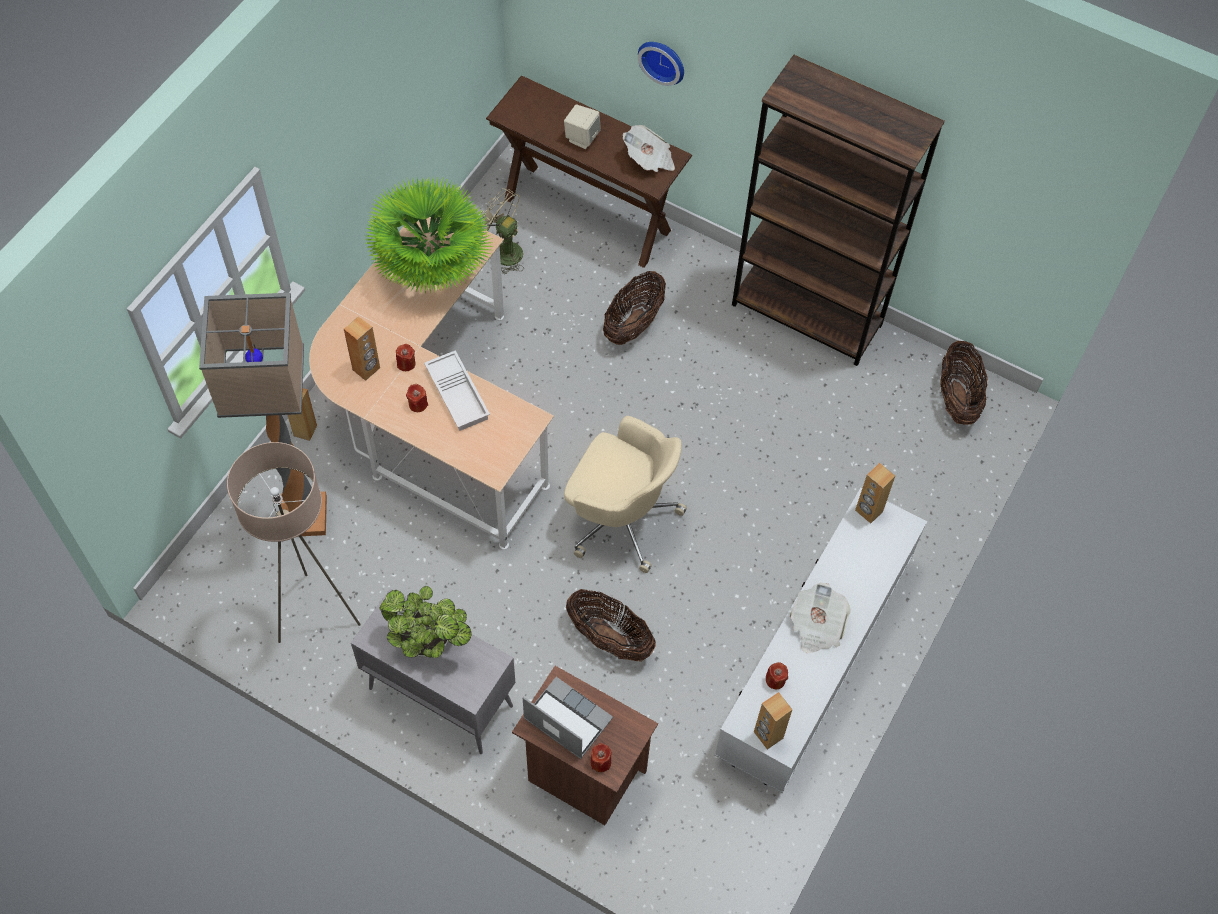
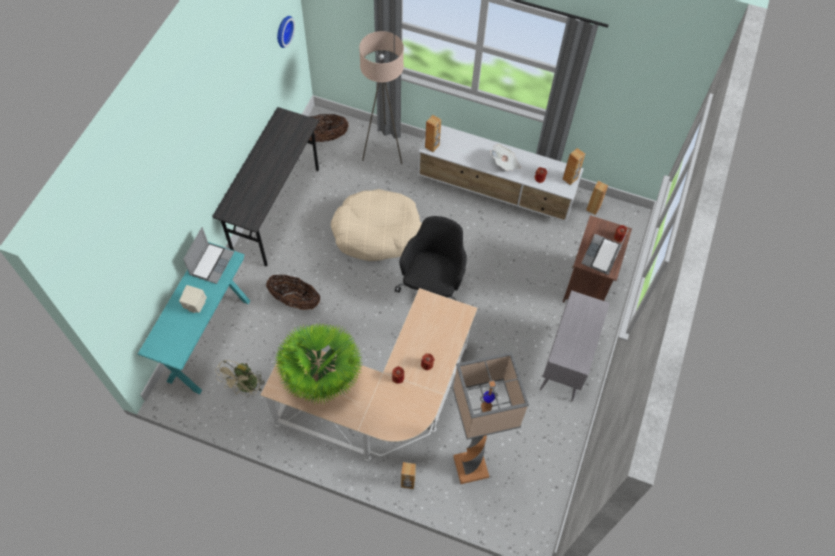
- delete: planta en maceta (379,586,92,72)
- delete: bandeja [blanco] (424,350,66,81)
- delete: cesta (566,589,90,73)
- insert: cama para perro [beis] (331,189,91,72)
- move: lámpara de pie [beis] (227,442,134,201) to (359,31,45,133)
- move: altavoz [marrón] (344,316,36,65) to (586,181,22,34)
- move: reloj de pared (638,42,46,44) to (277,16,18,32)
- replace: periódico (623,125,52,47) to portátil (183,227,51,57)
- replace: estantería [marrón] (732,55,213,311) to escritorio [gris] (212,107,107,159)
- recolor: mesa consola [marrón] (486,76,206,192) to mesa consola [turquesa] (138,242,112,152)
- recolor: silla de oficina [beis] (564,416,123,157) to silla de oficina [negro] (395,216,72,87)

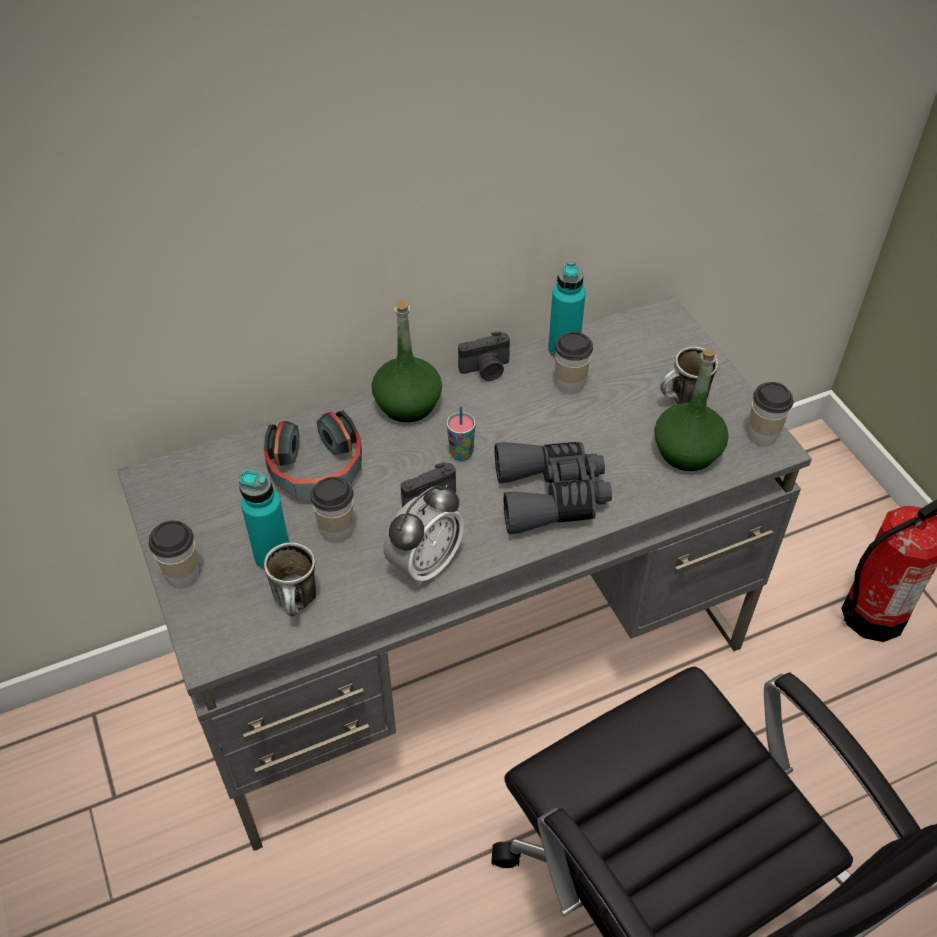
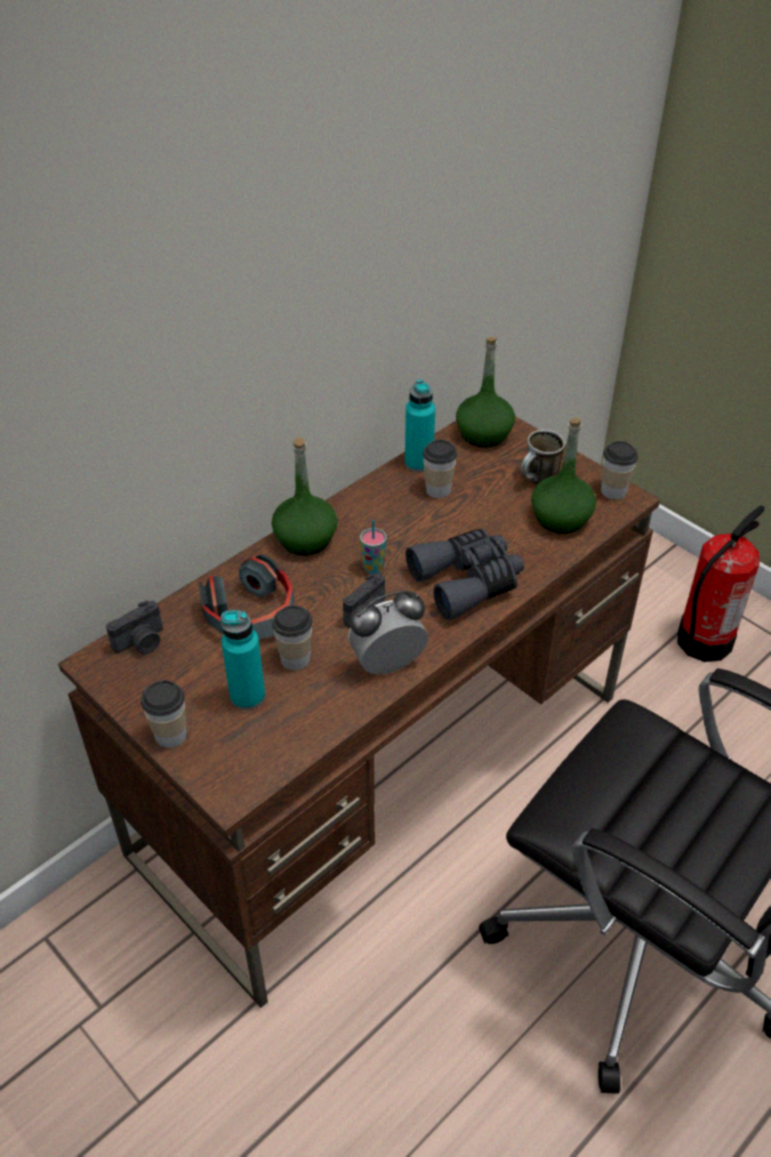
- delete: taza grande (264,543,52,73)
- insert: botella [verde] (456,337,59,111)
- move: cámara (458,331,52,50) to (106,600,57,54)
- recolor: escritorio [gris] (117,295,695,556) to escritorio [marrón] (58,416,602,592)
- rotate: despertador (383,485,81,101) = (348,591,80,83) 135 degrees counterclockwise

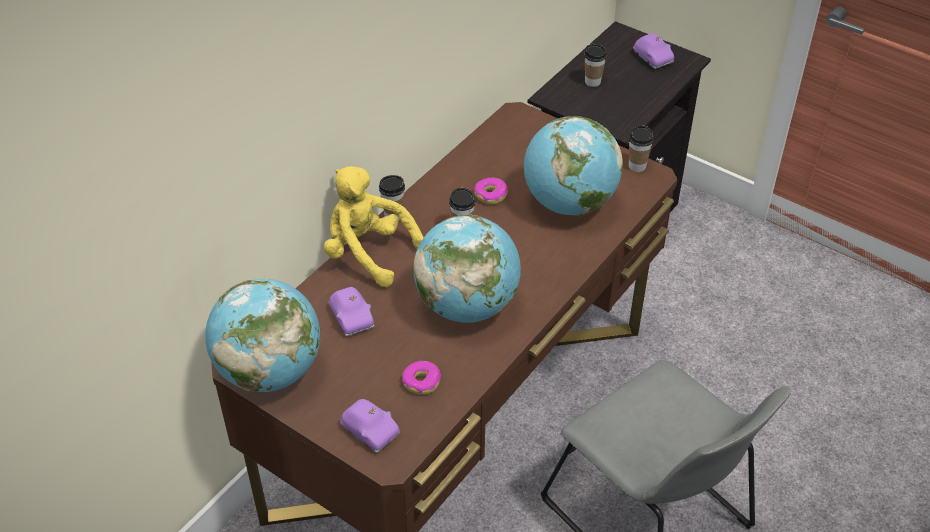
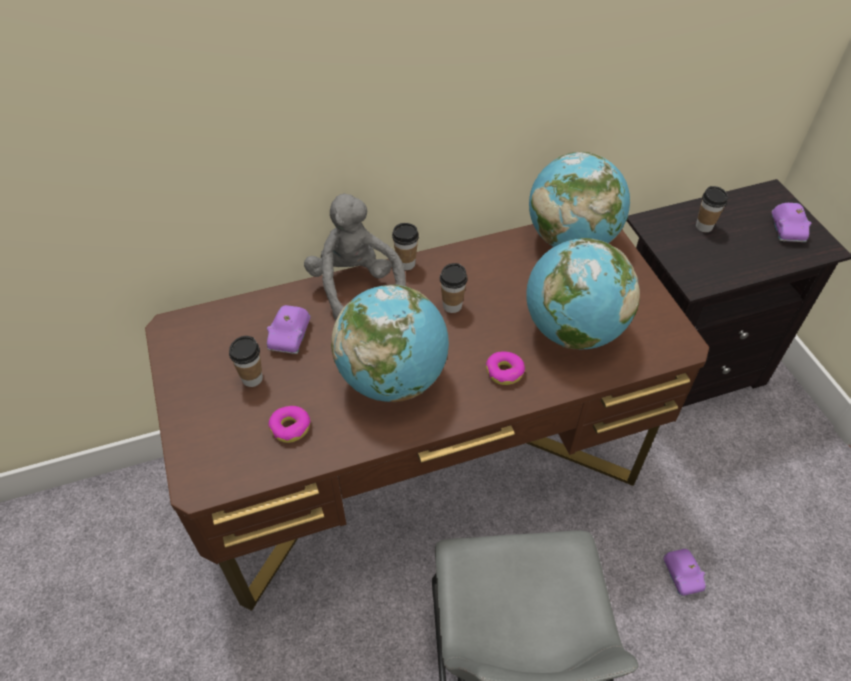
- move: globo terráqueo (205,279,115,113) to (529,152,101,95)
- move: coche de juguete [morado] (340,399,60,54) to (663,549,43,47)
- move: rosquilla (474,178,34,26) to (486,352,39,33)
- move: taza (629,125,25,47) to (229,336,34,51)
- recolor: peluche [amarillo] (324,166,100,121) to peluche [gris] (304,193,102,128)

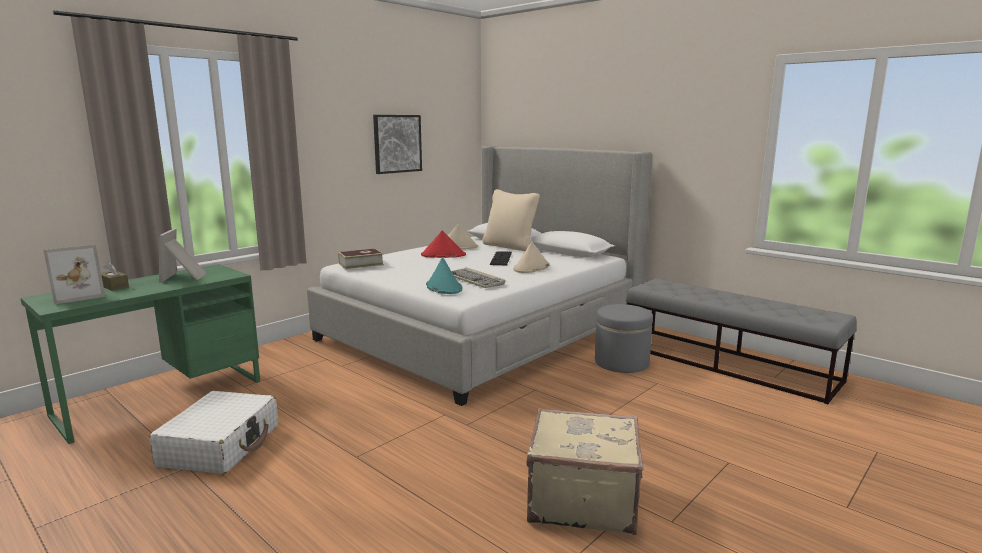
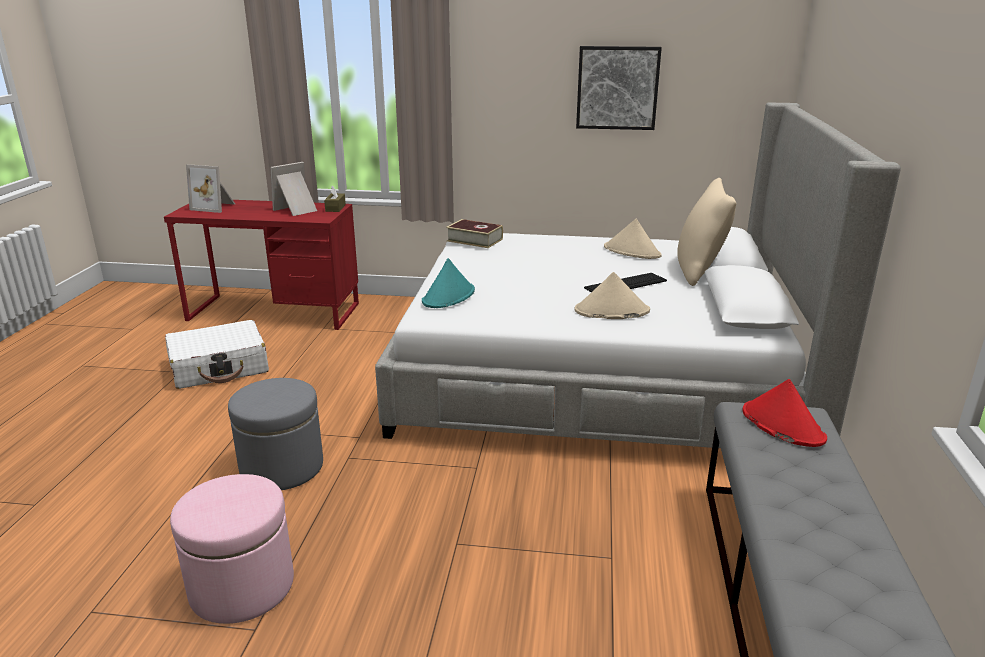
- delete: teclado (451,268,54,20)
- move: caja de pañuelos [marrón] (101,262,28,29) to (324,185,22,27)
- move: sombrero [rojo] (421,231,45,27) to (743,379,84,68)
- move: puf [gris] (595,304,58,69) to (228,378,95,112)
- replace: maleta [beis] (526,408,117,127) to puf [rosa] (170,474,124,150)
- recolor: escritorio [verde] (20,264,240,180) to escritorio [rojo] (164,200,195,130)

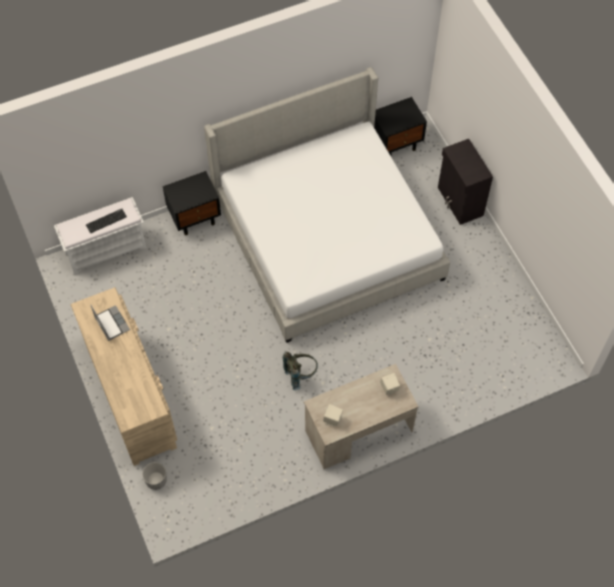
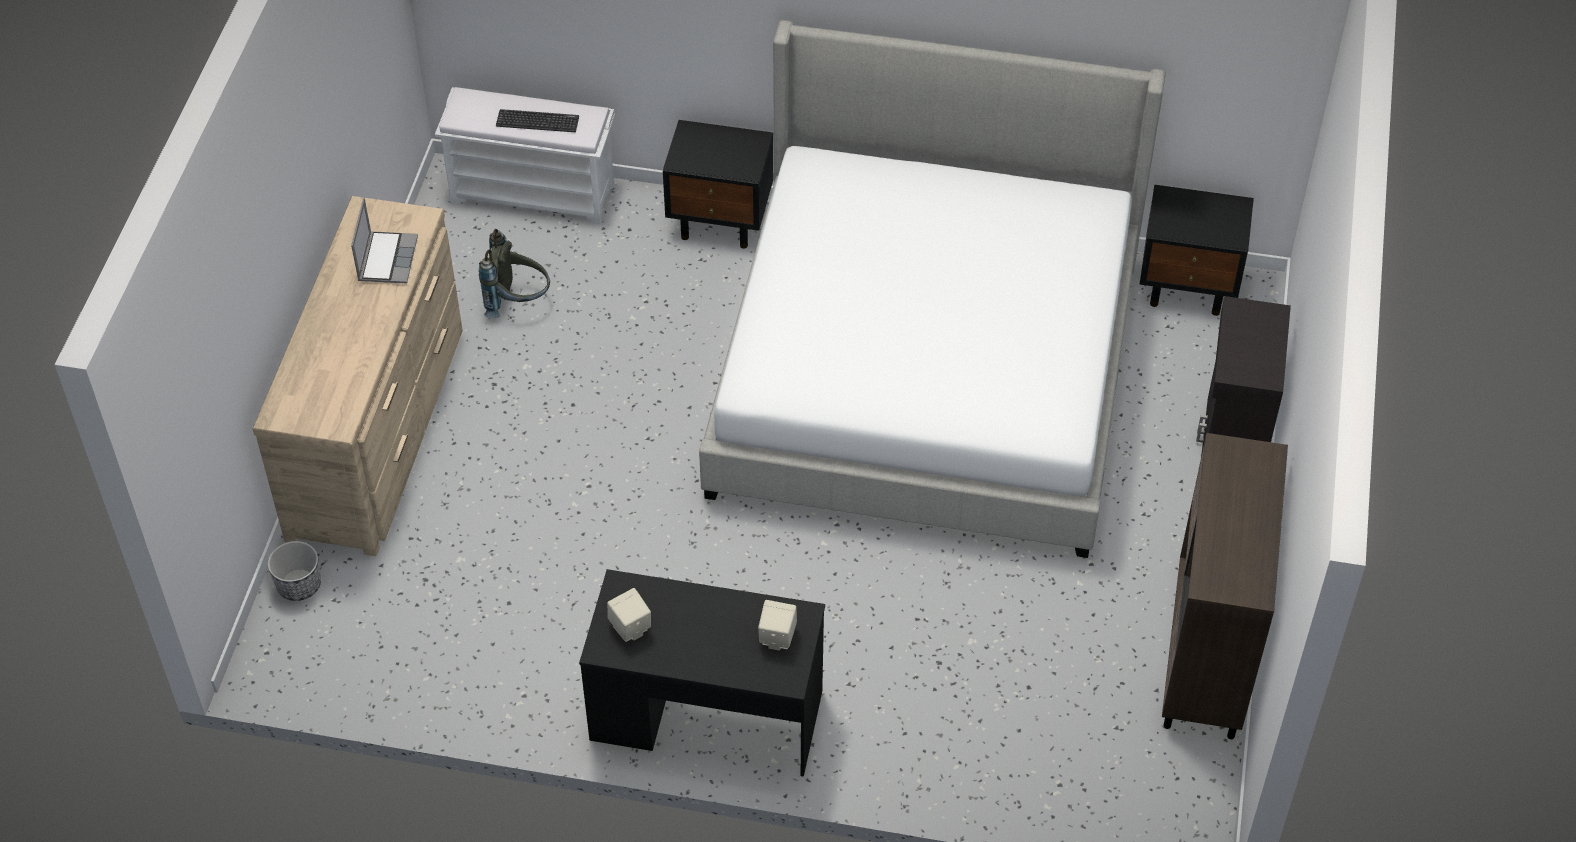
- insert: armario [marrón] (1162,433,126,306)
- move: mochila [gris] (283,352,35,39) to (479,229,71,89)
- recolor: escritorio [beis] (304,364,115,105) to escritorio [negro] (579,569,246,208)

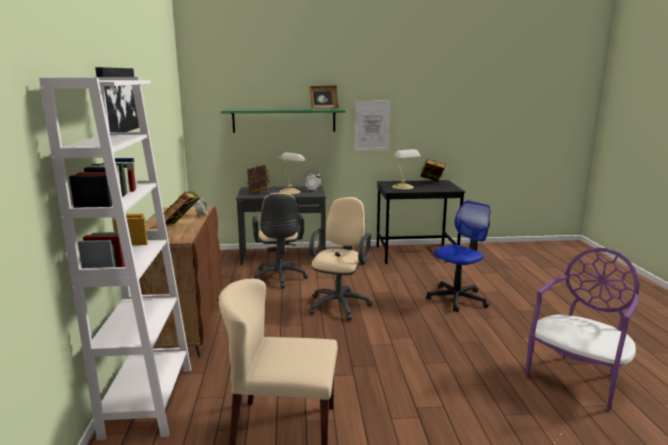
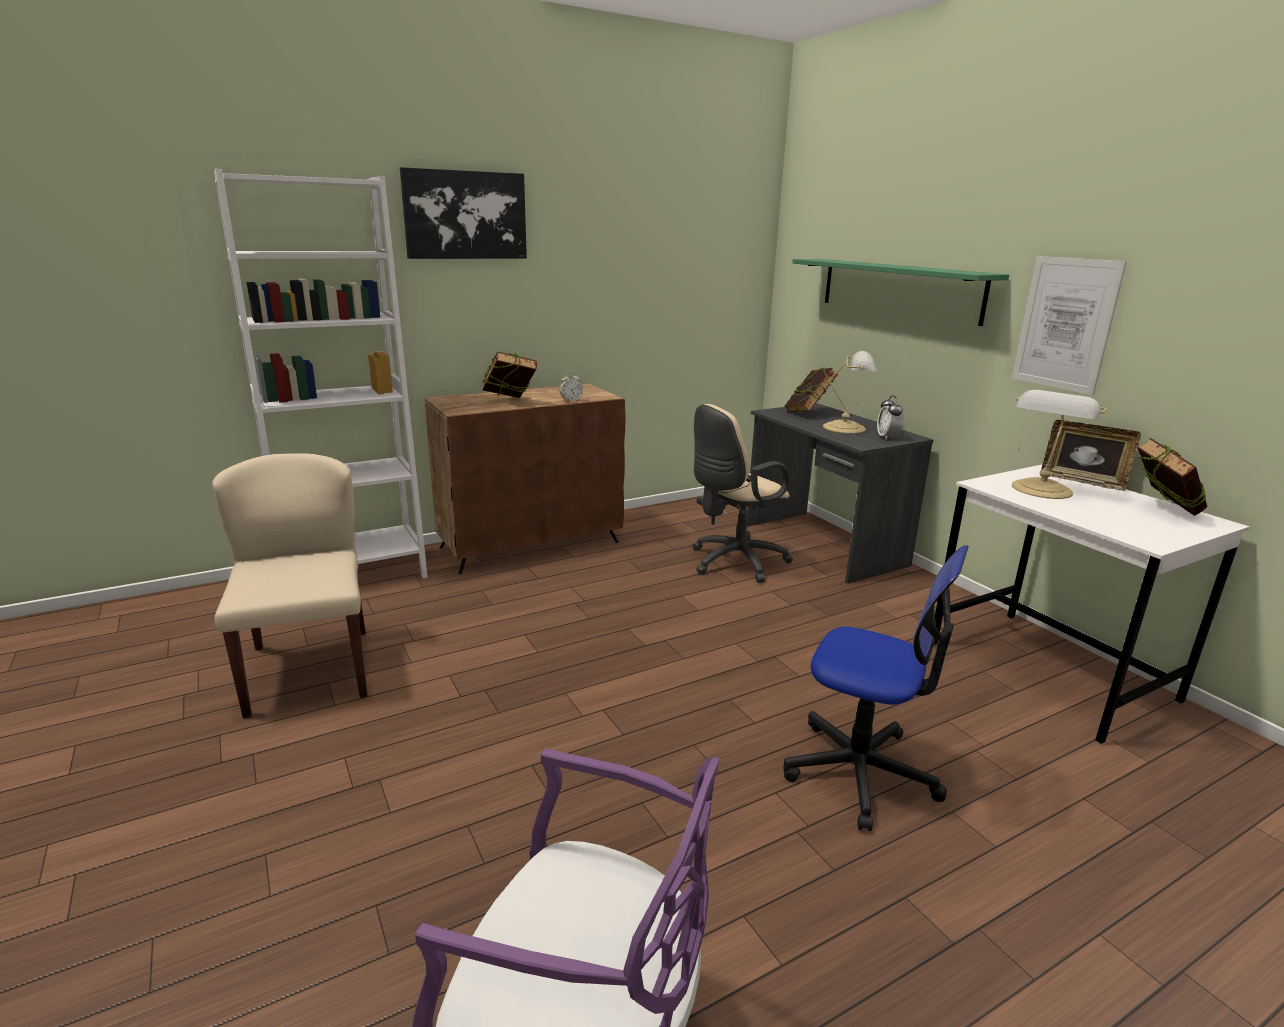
- delete: silla de oficina [beis] (308,197,64,124)
- move: portarretratos (310,86,29,24) to (1041,420,100,71)
- recolor: escritorio [negro] (377,180,88,84) to escritorio [blanco] (934,465,316,279)

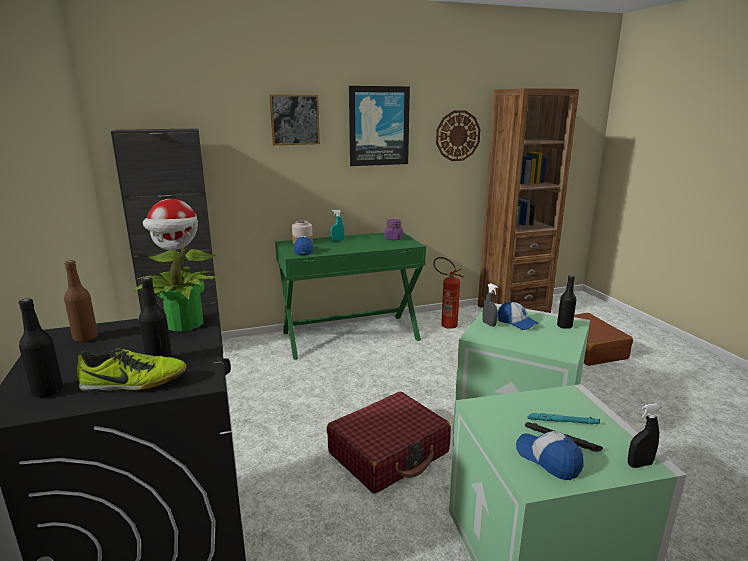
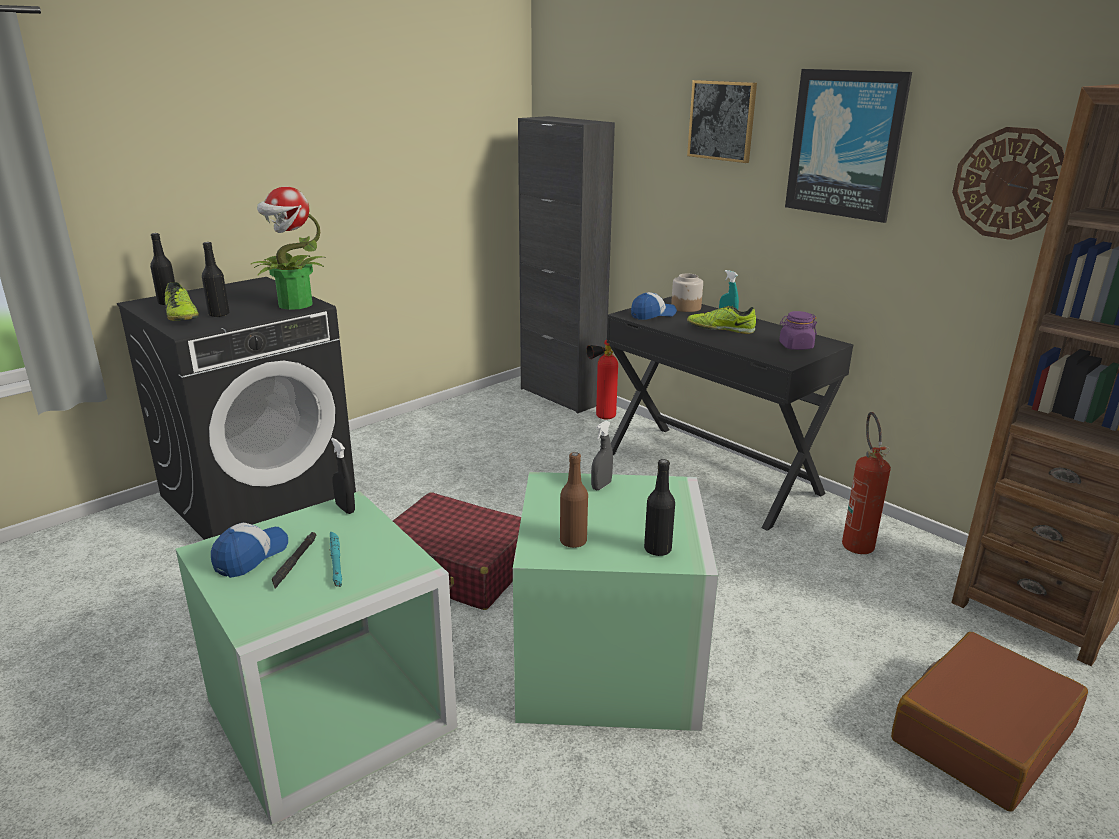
- delete: gorra (498,301,40,29)
- insert: extintor (586,340,32,79)
- insert: zapato (687,306,69,28)
- move: botella [marrón] (64,260,34,82) to (560,452,28,96)
- move: pulverizador [negro] (628,403,33,65) to (331,438,24,76)
- recolor: escritorio [verde] (275,232,151,128) to escritorio [negro] (607,296,246,235)

